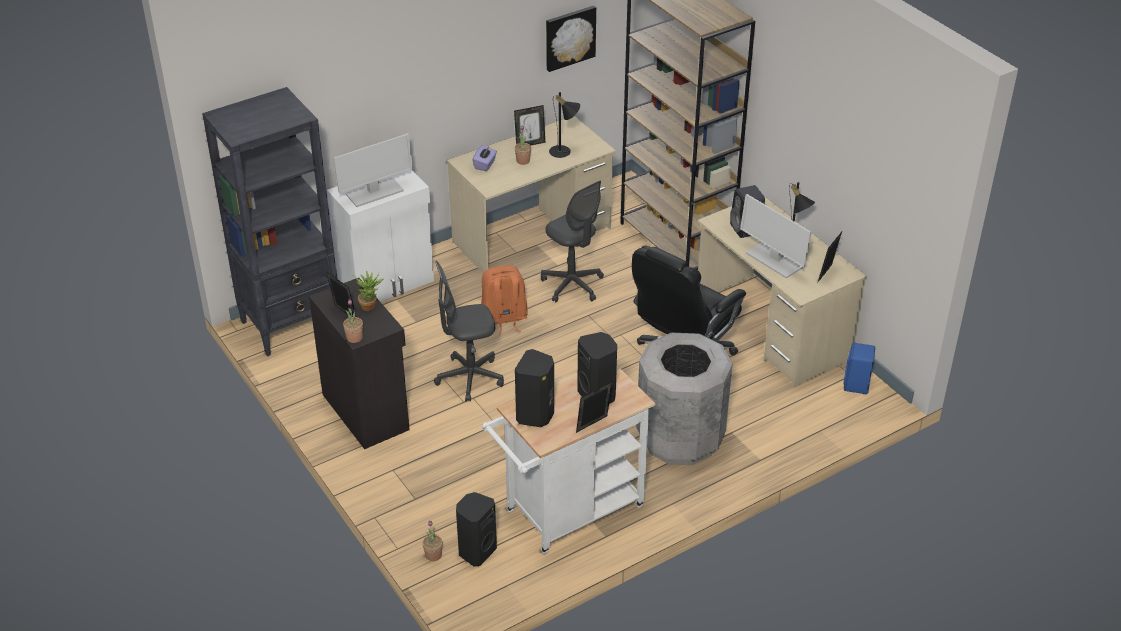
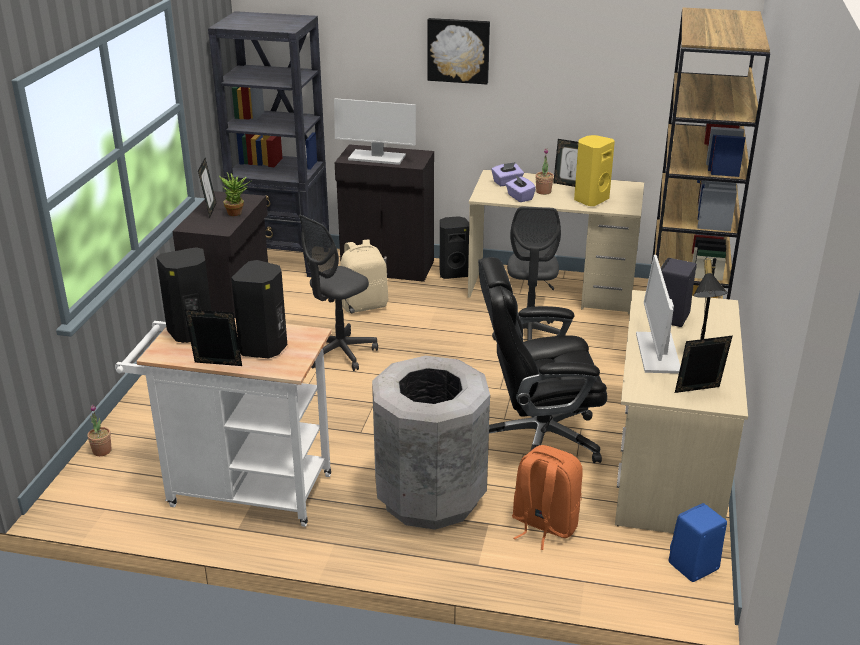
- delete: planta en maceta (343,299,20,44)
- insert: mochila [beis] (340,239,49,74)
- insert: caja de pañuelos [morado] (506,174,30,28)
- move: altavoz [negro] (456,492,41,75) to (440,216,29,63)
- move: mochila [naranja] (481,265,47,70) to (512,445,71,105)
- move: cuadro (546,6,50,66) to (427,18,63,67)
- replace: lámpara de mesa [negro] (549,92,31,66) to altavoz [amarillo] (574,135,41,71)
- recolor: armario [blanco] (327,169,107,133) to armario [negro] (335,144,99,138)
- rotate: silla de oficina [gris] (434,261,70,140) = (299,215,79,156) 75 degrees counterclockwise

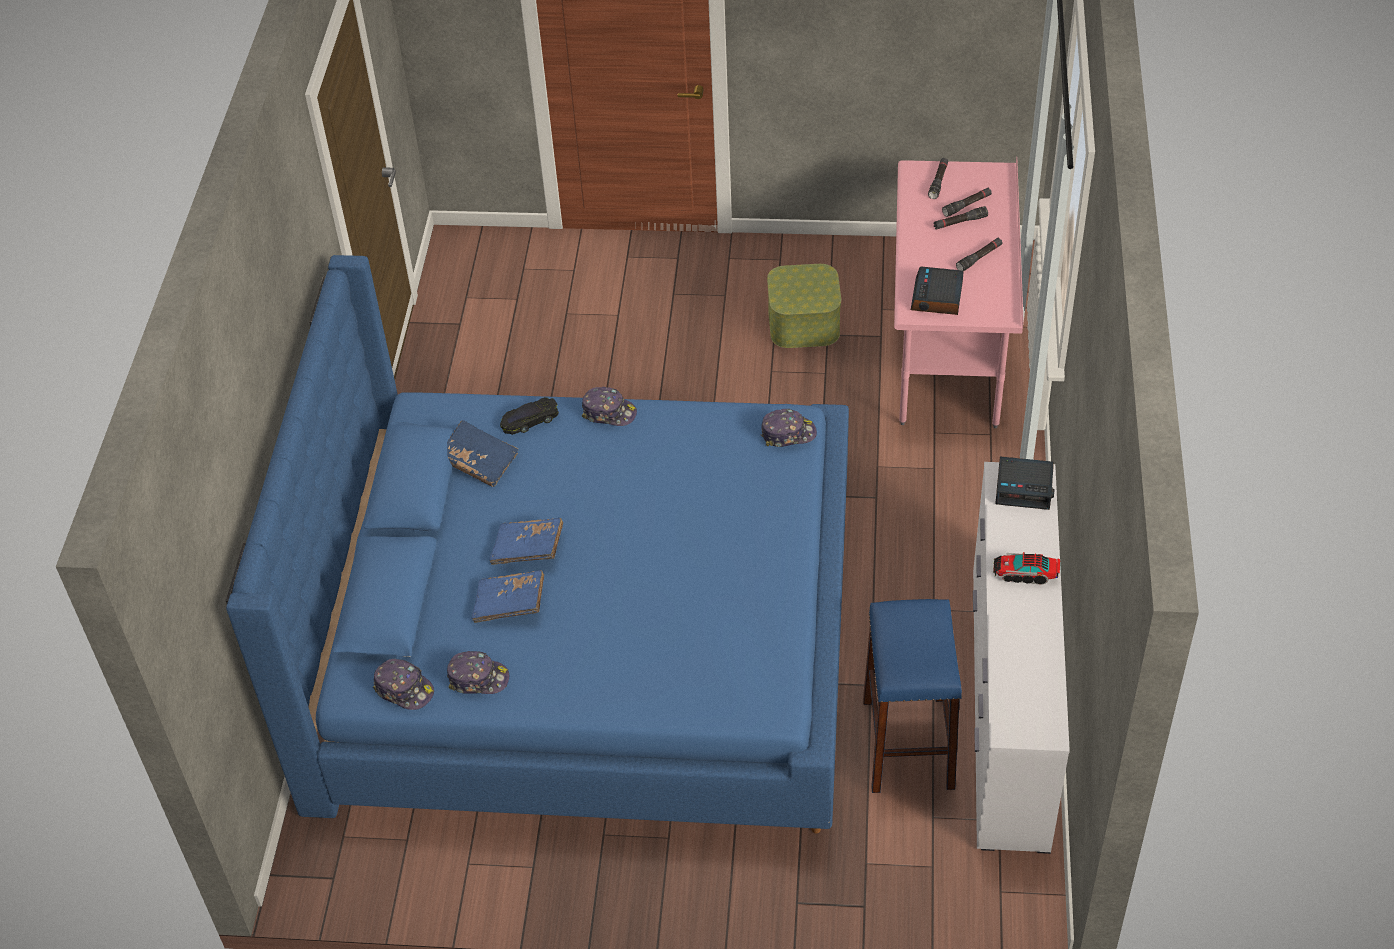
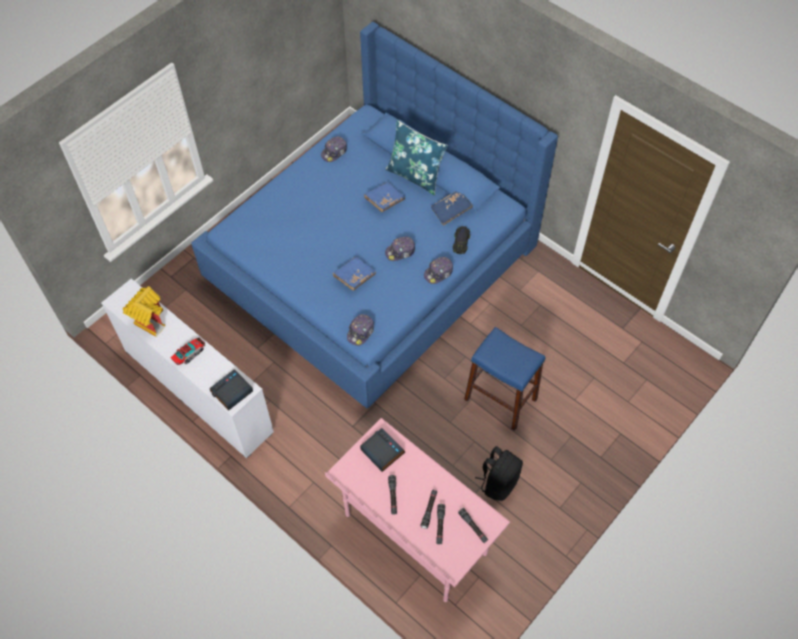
- insert: casita (123,286,42,51)
- insert: cojín [azul] (386,120,62,75)
- move: gorra (373,659,61,51) to (385,237,30,24)
- move: libro [azul] (472,570,72,53) to (333,256,43,35)
- move: taburete [azul] (863,599,99,194) to (464,327,82,104)
- replace: caja de almacenaje (767,264,74,84) to mochila [negro] (475,446,48,55)

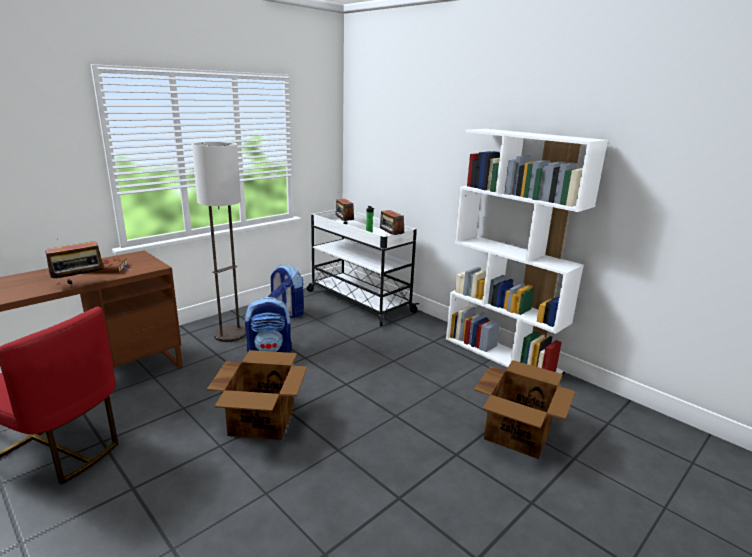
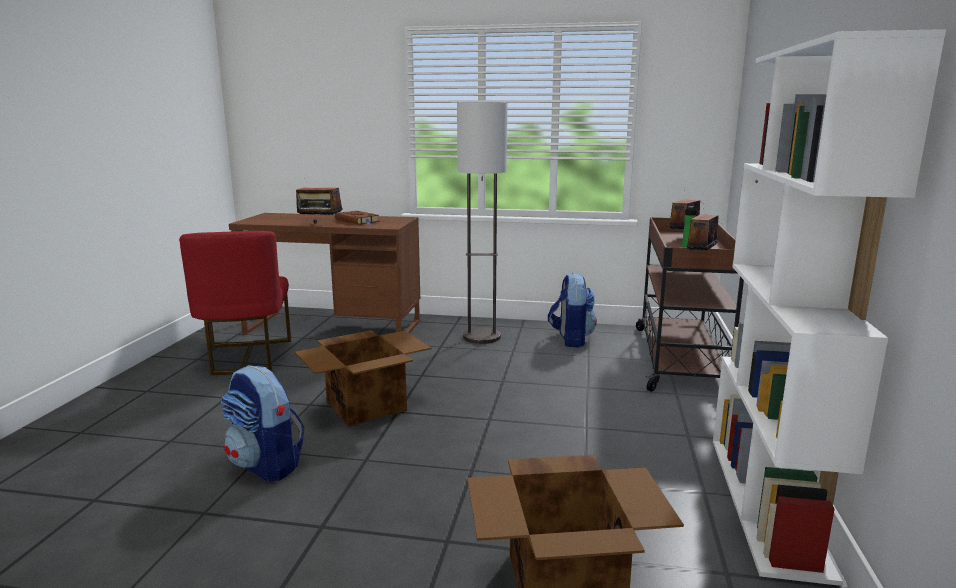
- move: mochila (245,297,47,56) to (221,366,83,116)
- recolor: carrito [blanco] (307,210,112,116) to carrito [marrón] (636,217,108,175)

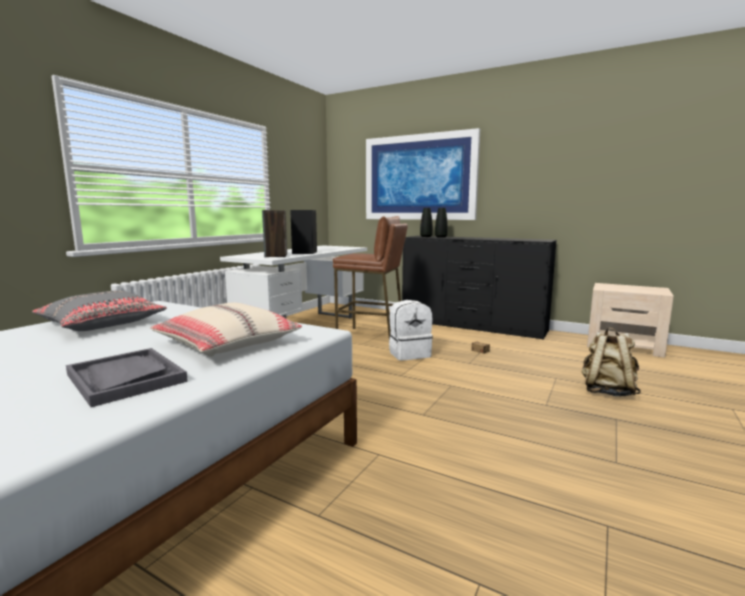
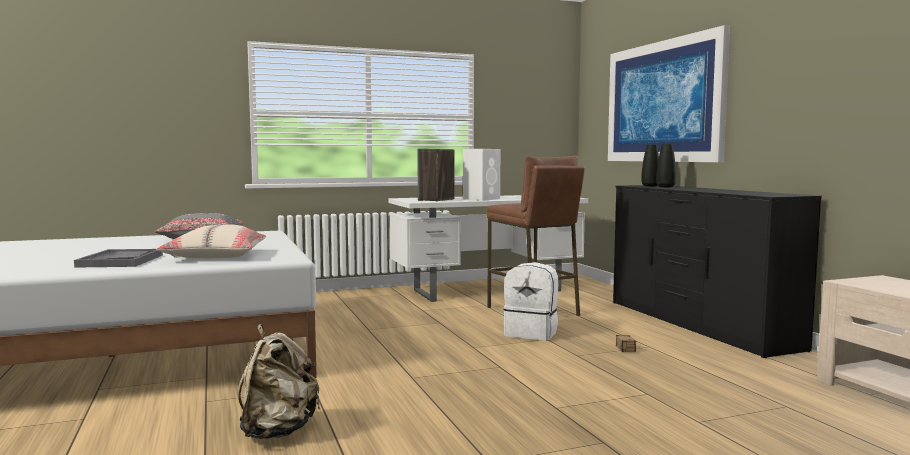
- move: mochila [beis] (581,327,60,69) to (238,324,82,115)
- recolor: altavoz [negro] (290,210,27,44) to altavoz [blanco] (463,149,37,52)

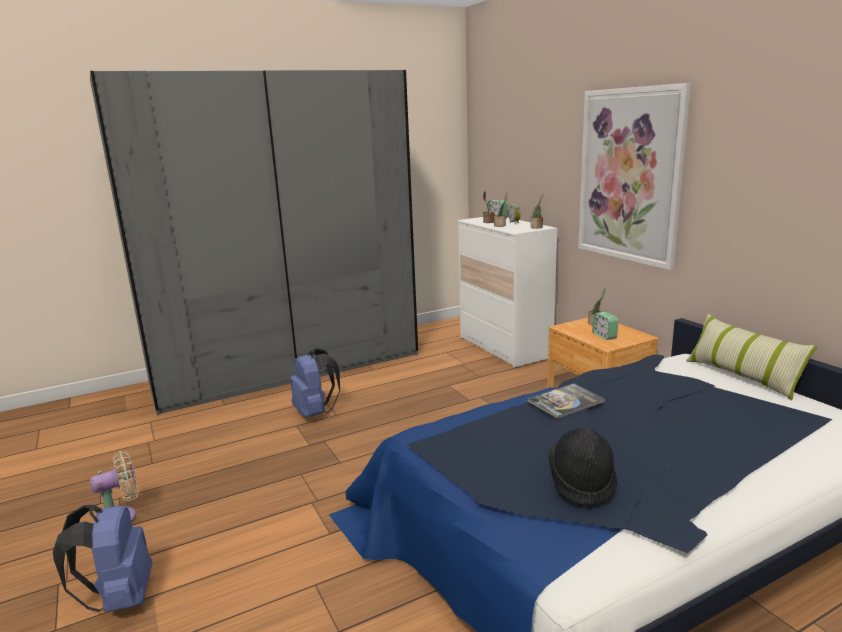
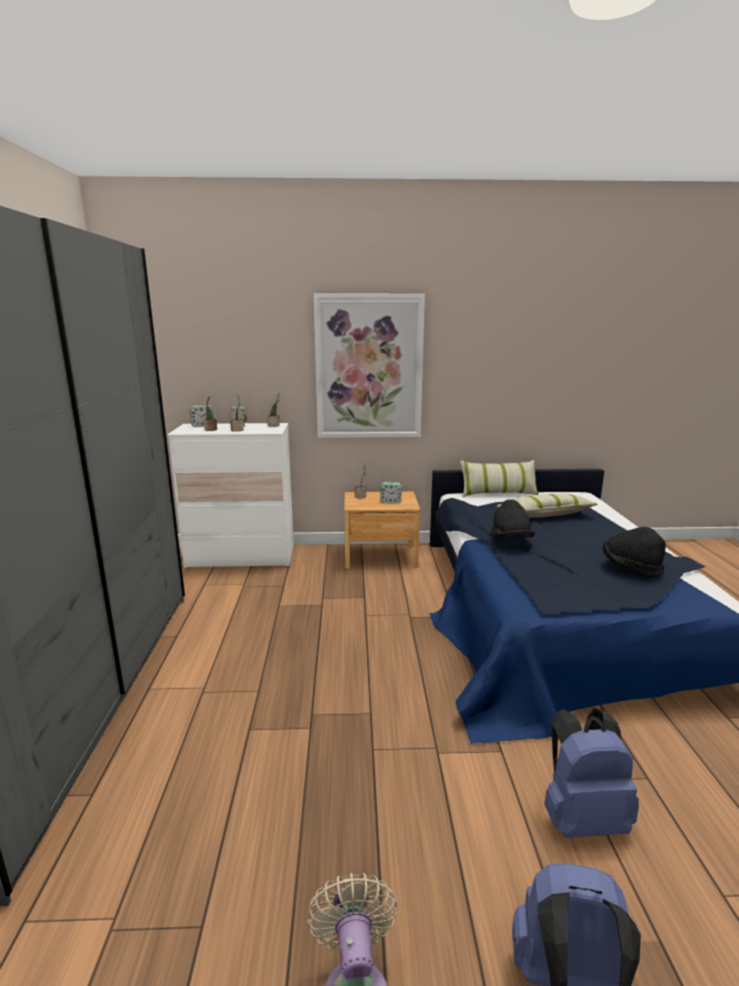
- insert: cojín (497,493,101,25)
- move: mochila [azul] (290,348,50,70) to (544,707,95,131)
- replace: libro (527,383,78,36) to sombrero [negro] (490,499,45,40)

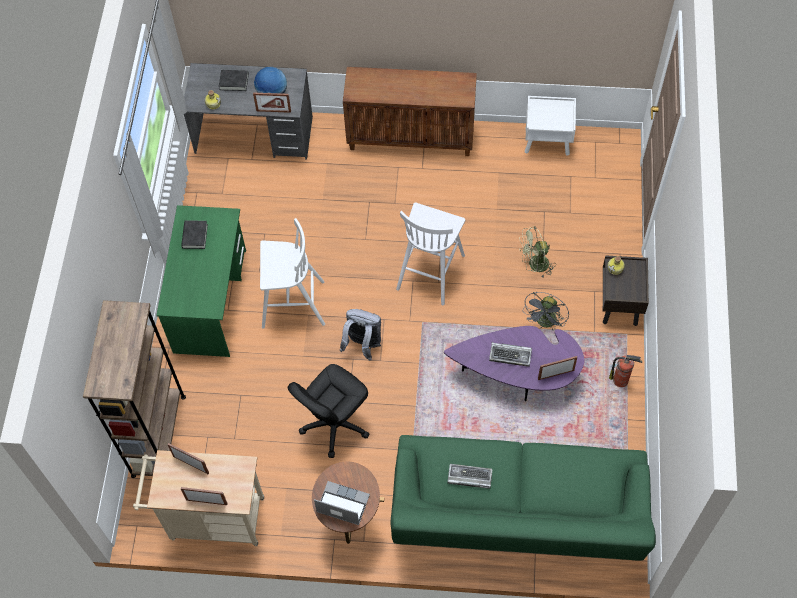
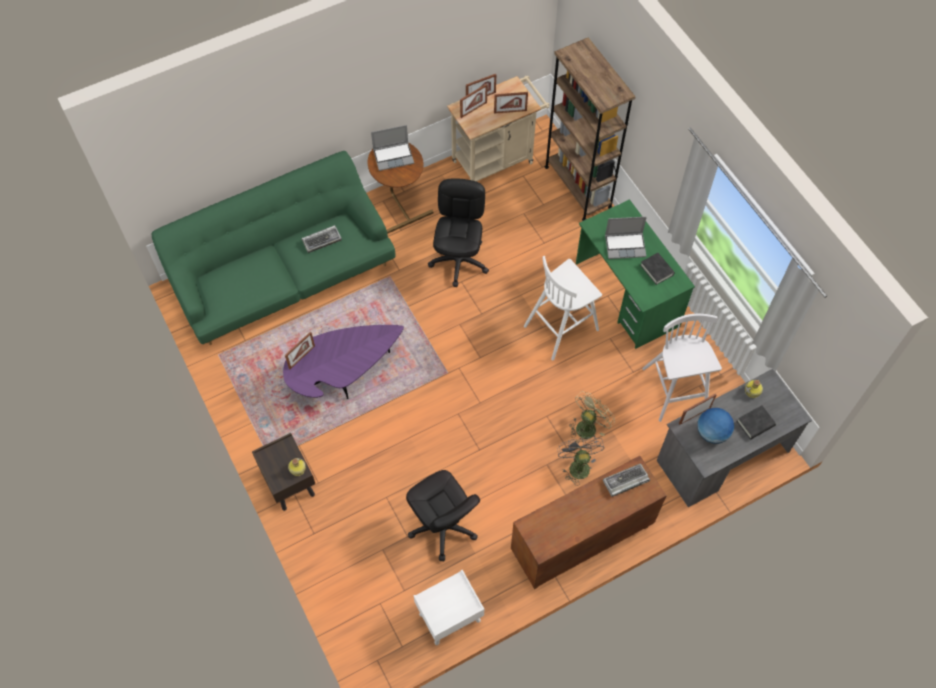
- delete: mochila [gris] (340,309,41,52)
- delete: extintor (609,355,33,32)
- insert: silla de oficina [negro] (406,470,74,91)
- insert: portarretratos (460,84,27,34)
- insert: portátil (605,217,42,42)
- move: taburete [blanco] (396,202,69,104) to (642,314,80,108)
- move: teclado (489,342,43,25) to (603,463,47,34)
- move: ventilador [verde] (519,226,37,53) to (569,391,46,48)
- move: ventilador [gris] (522,292,47,39) to (558,437,46,49)

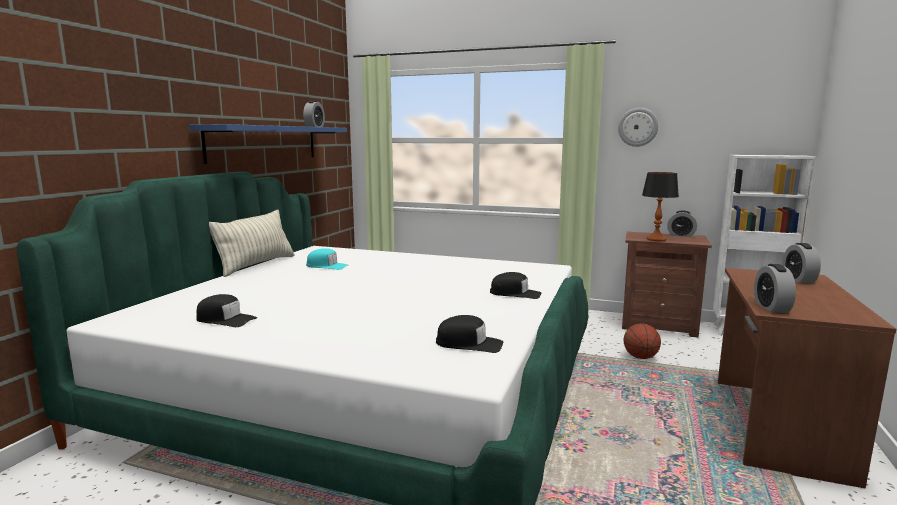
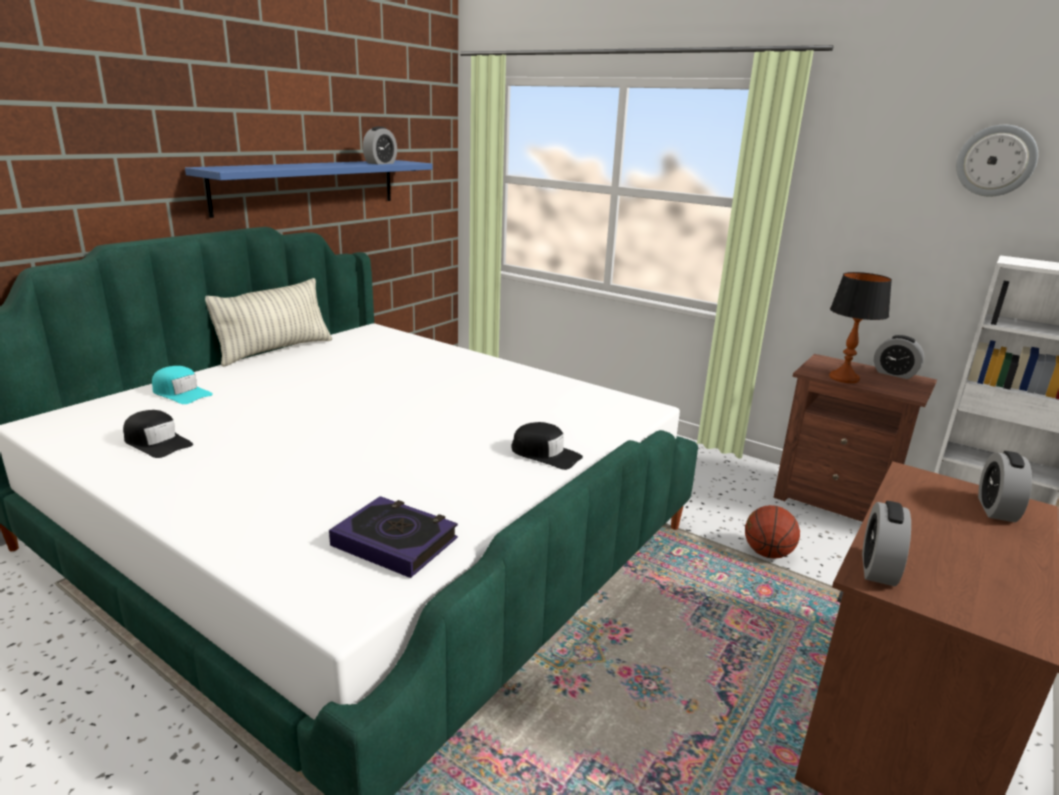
- move: gorra [turquesa] (306,248,43,22) to (152,366,61,38)
- move: reloj de pared (618,108,40,39) to (956,125,82,72)
- replace: gorra [negro] (436,315,67,38) to libro (329,496,129,82)

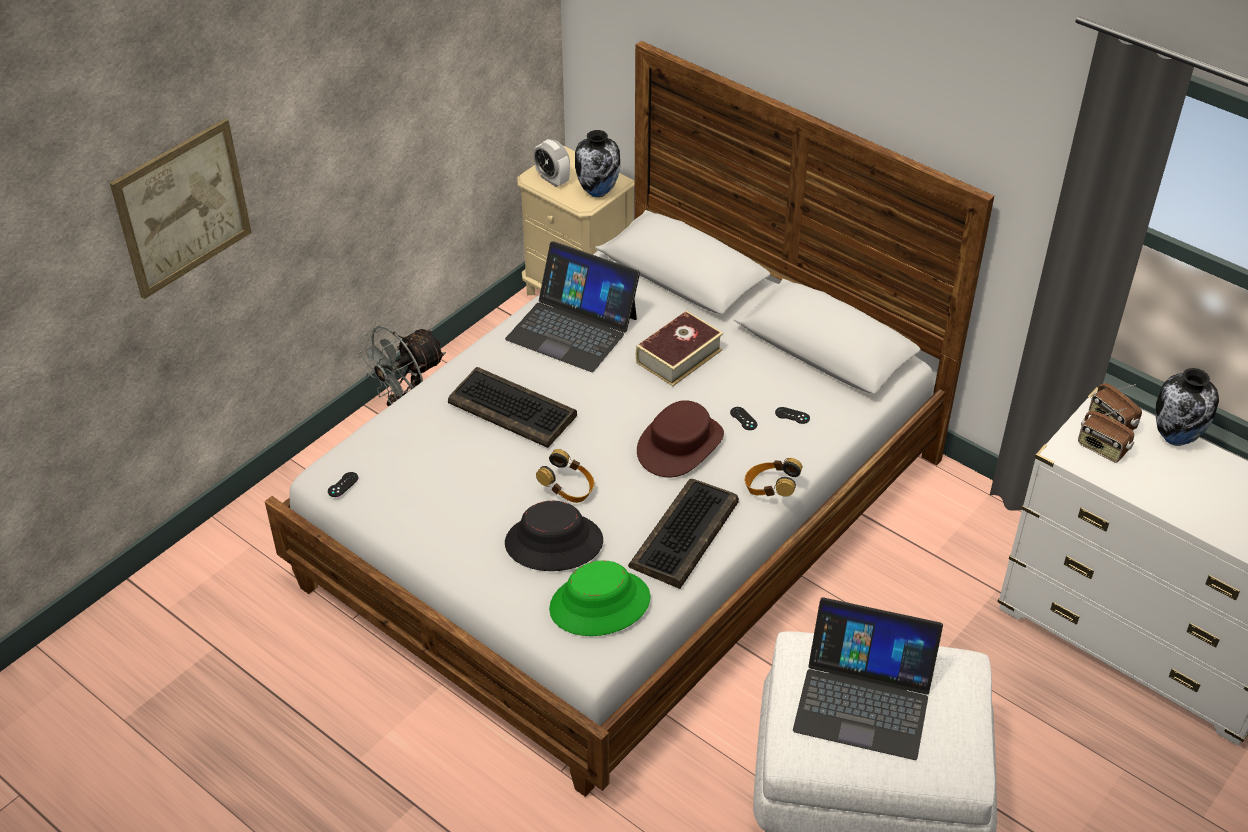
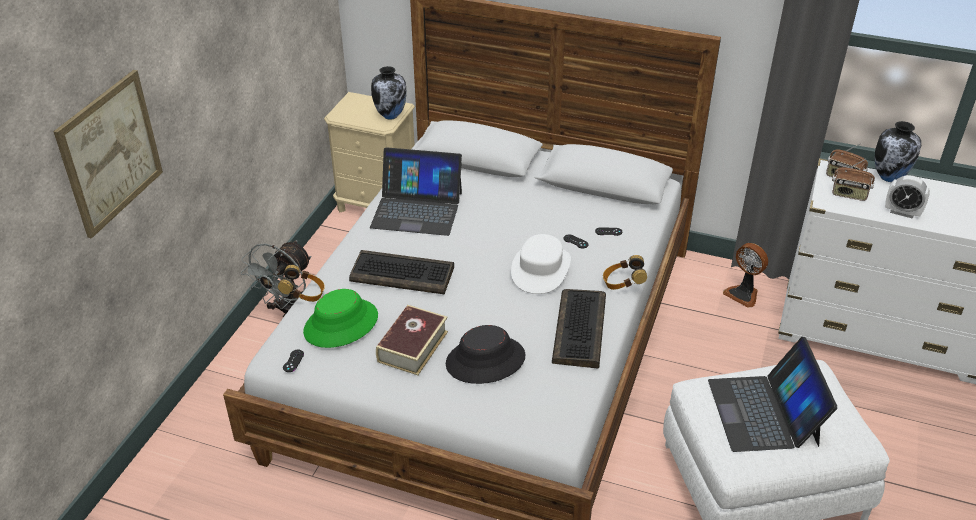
- insert: ventilador (723,243,45,65)
- move: despertador (534,139,36,48) to (885,175,45,44)
- move: auriculares (536,449,58,54) to (278,265,47,37)
- move: sombrero [verde] (549,560,102,76) to (303,289,75,59)
- move: libro (636,311,87,75) to (376,305,72,70)
- recolor: sombrero [marrón] (637,400,87,77) to sombrero [blanco] (511,234,60,60)
- rotate: portátil (793,597,150,163) = (708,336,130,116) 90 degrees clockwise

